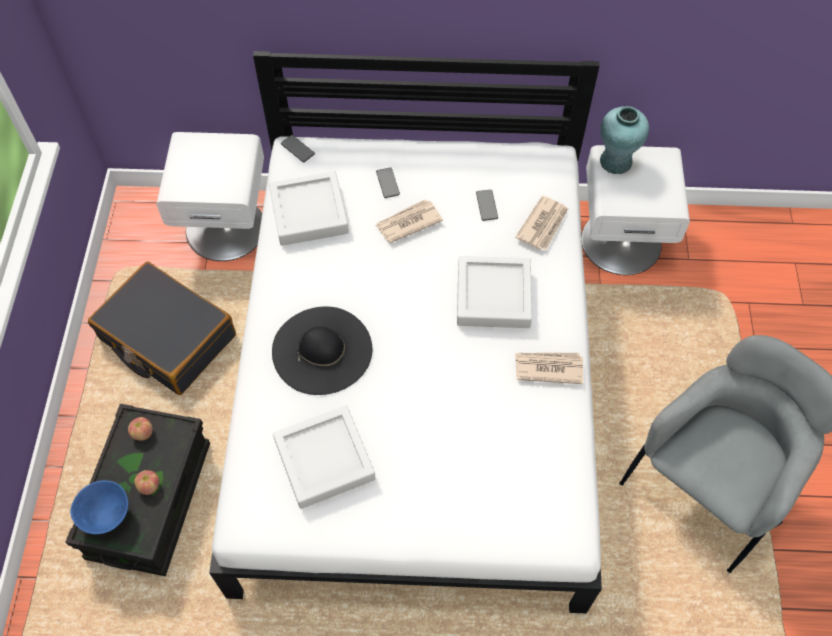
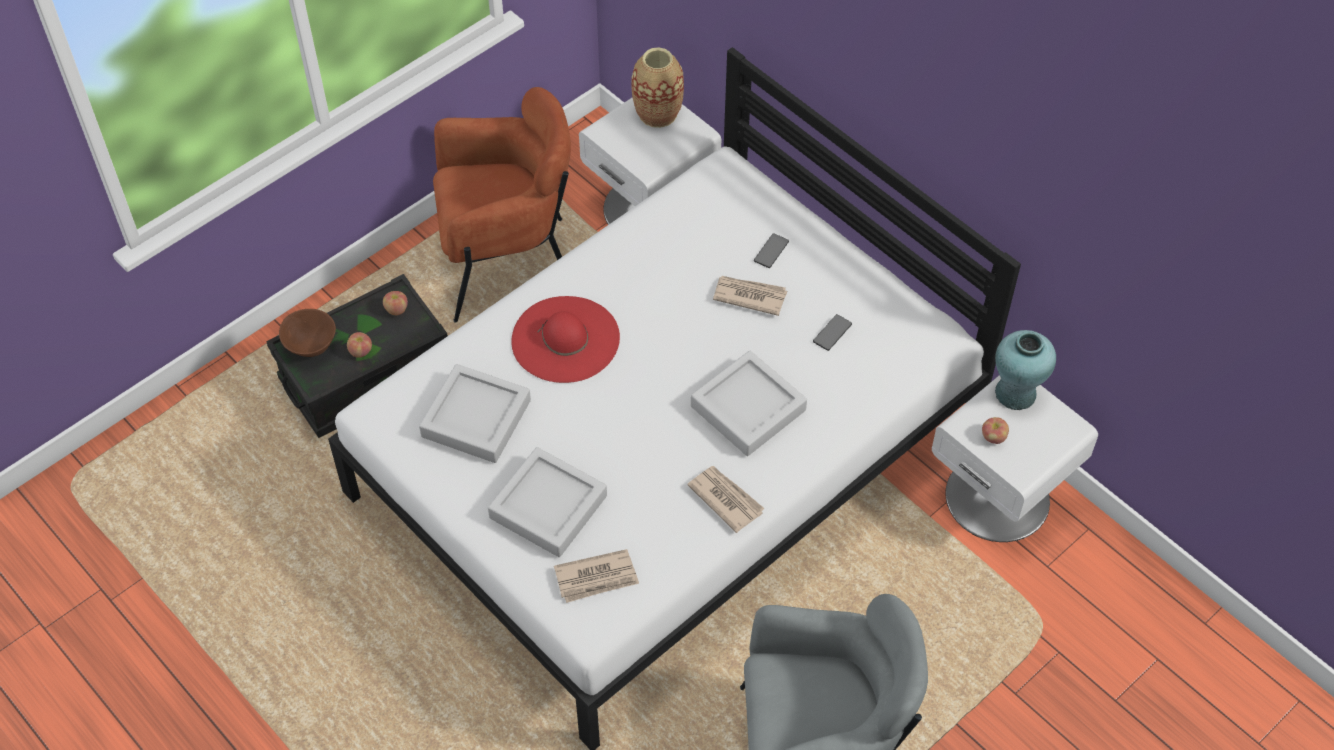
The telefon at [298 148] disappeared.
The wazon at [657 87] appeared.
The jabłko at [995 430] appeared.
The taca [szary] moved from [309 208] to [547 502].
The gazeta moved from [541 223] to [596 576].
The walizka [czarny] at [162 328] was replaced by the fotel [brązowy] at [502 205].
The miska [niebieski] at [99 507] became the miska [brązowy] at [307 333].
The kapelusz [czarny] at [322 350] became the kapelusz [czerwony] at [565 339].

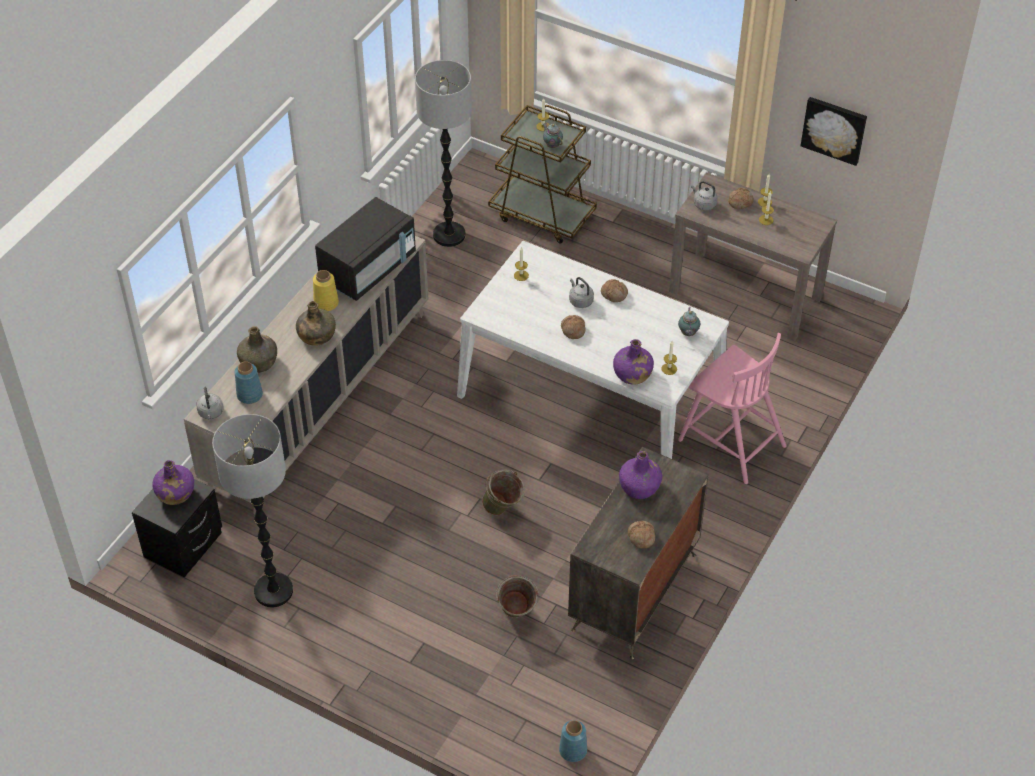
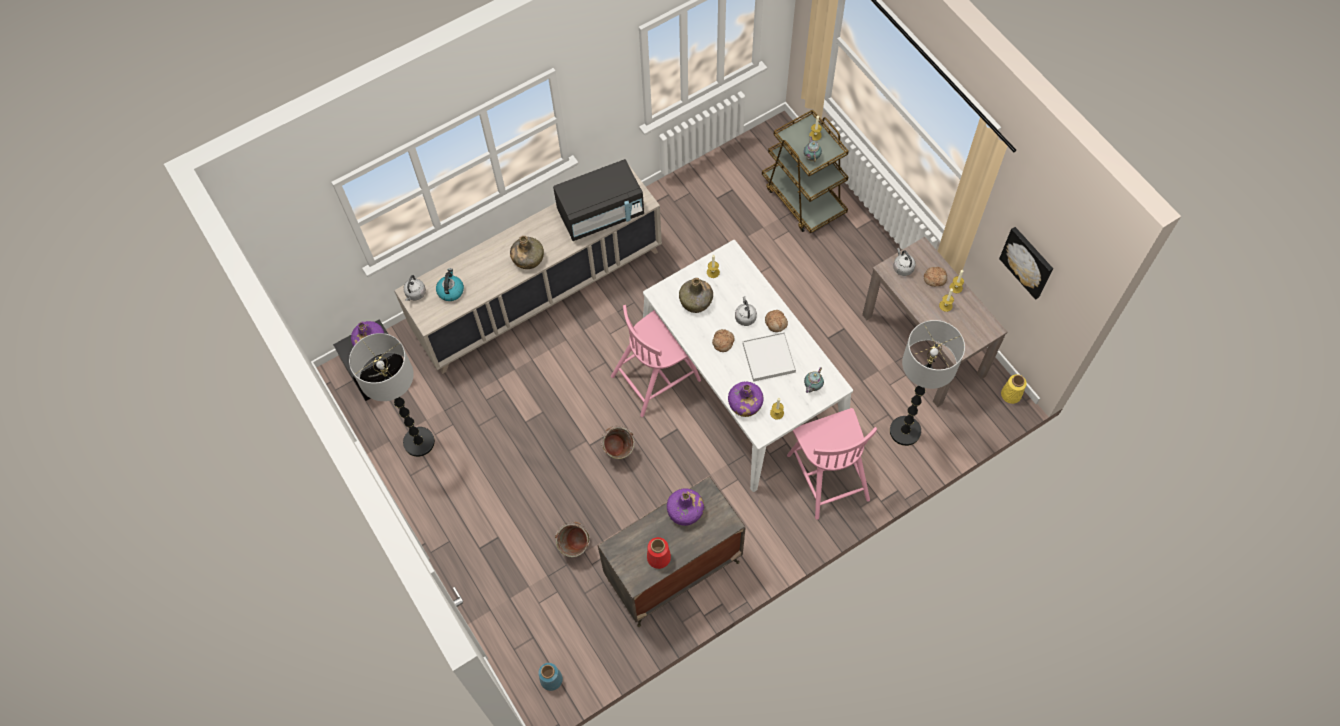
The krzesło [różowy] at [656 361] appeared.
The taca [biały] at [769 357] appeared.
The butelka [zielony] moved from [257 349] to [696 295].
The wazon [żółty] moved from [326 290] to [1014 389].
The lampa stojąca moved from [443 153] to [927 383].
The wazon [niebieski] at [249 382] was replaced by the czajnik at [450 284].
The chleb at [641 535] was replaced by the wazon [czerwony] at [659 553].

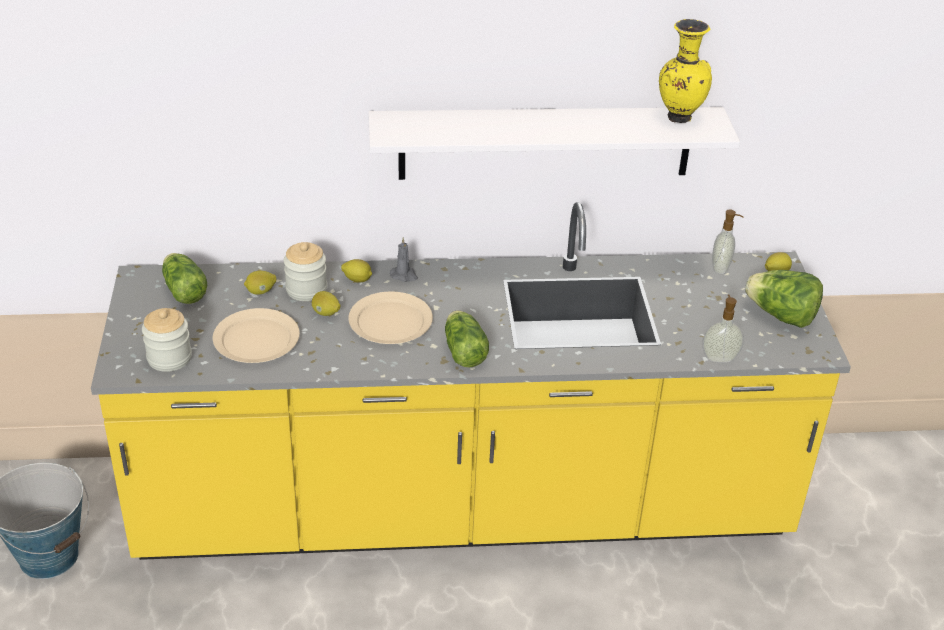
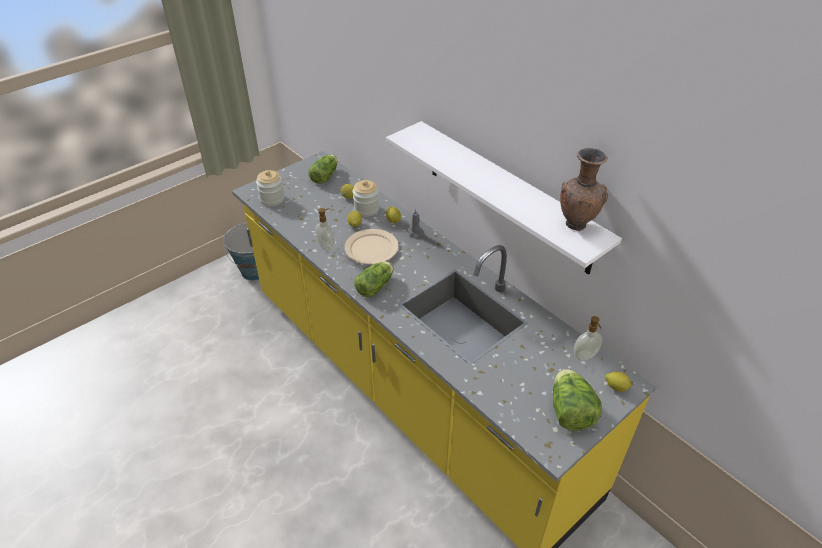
The talerz [beżowy] at [256 335] disappeared.
The dozownik mydła moved from [723 329] to [324 229].
The wazon [żółty] at [685 71] became the wazon [brązowy] at [584 189].

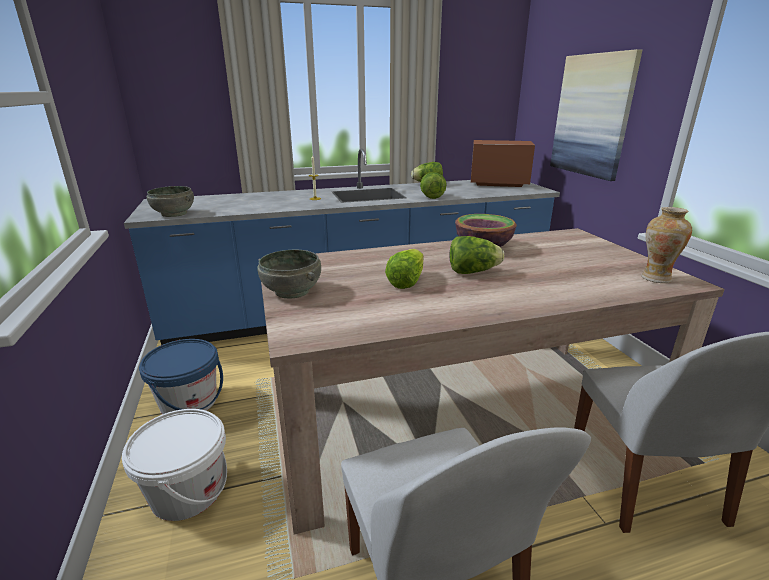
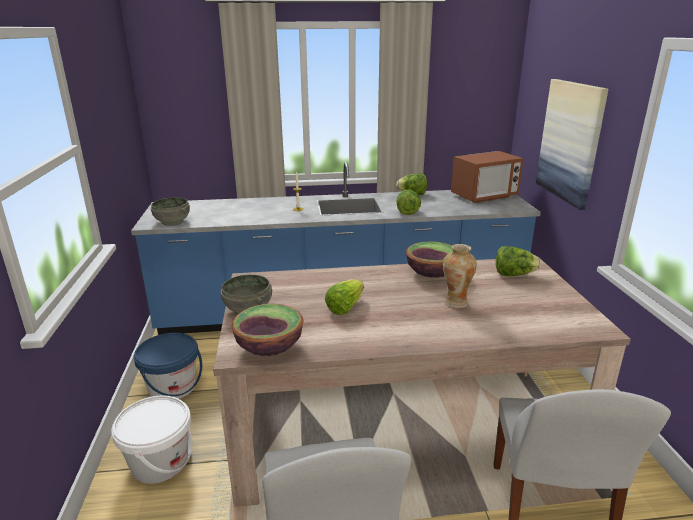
The miska at [267 330] appeared.
The sałata moved from [477 255] to [518 261].
The wazon moved from [666 245] to [460 276].
The mikrofalówka at [503 163] turned 135 degrees clockwise.

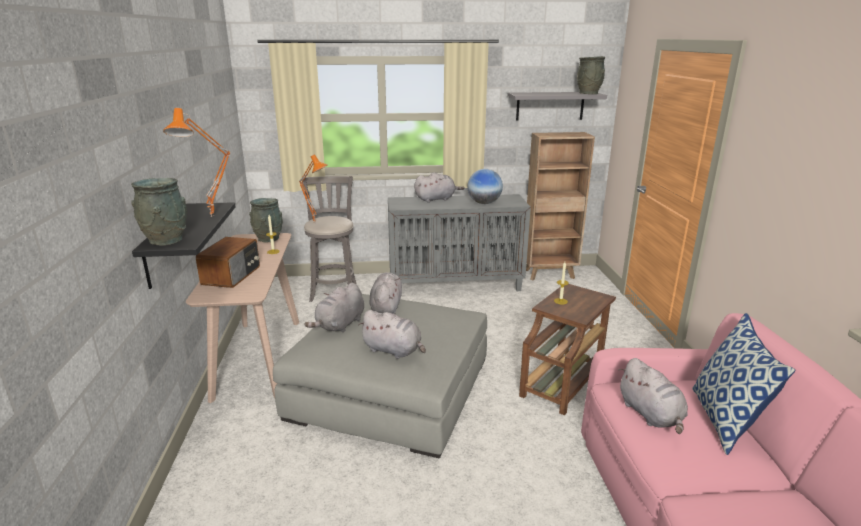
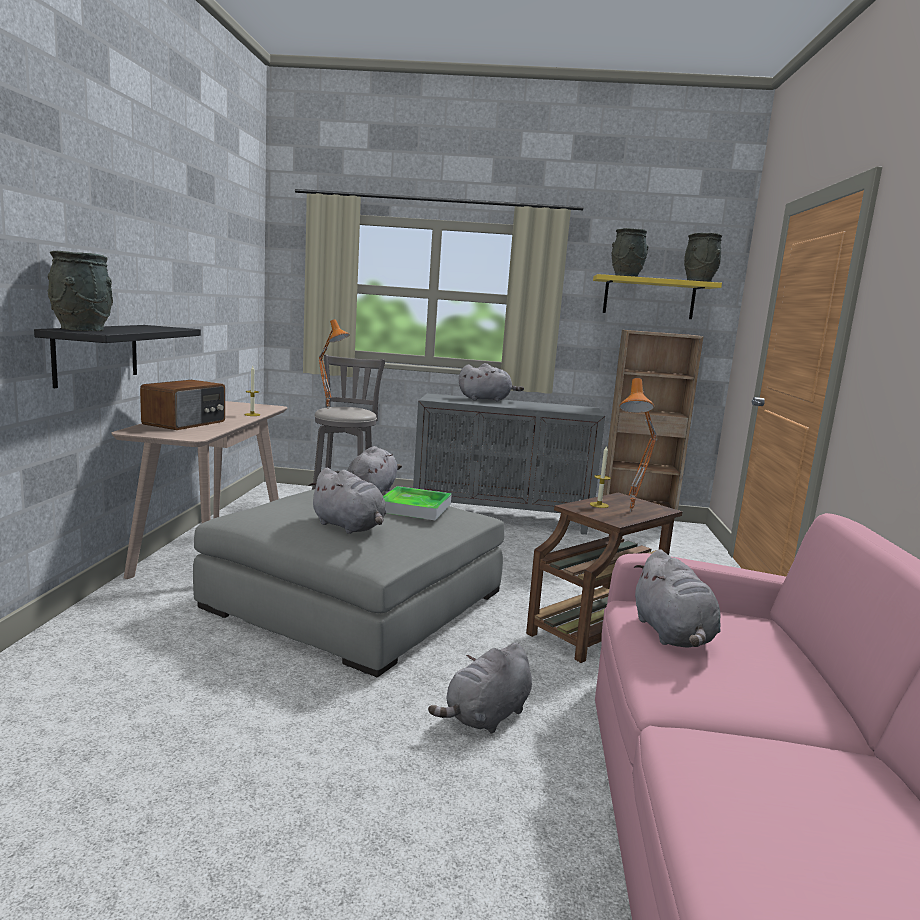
The globus at [485 186] disappeared.
The poduszka at [743 384] disappeared.
The taca at [417 503] appeared.
The lampa stołowa [pomarańczowy] moved from [197 162] to [638 445].
The wazon [szary] moved from [266 220] to [630 252].
The pluszak [szary] moved from [334 308] to [480 688].
The półka [szary] at [557 106] became the półka [żółty] at [657 296].

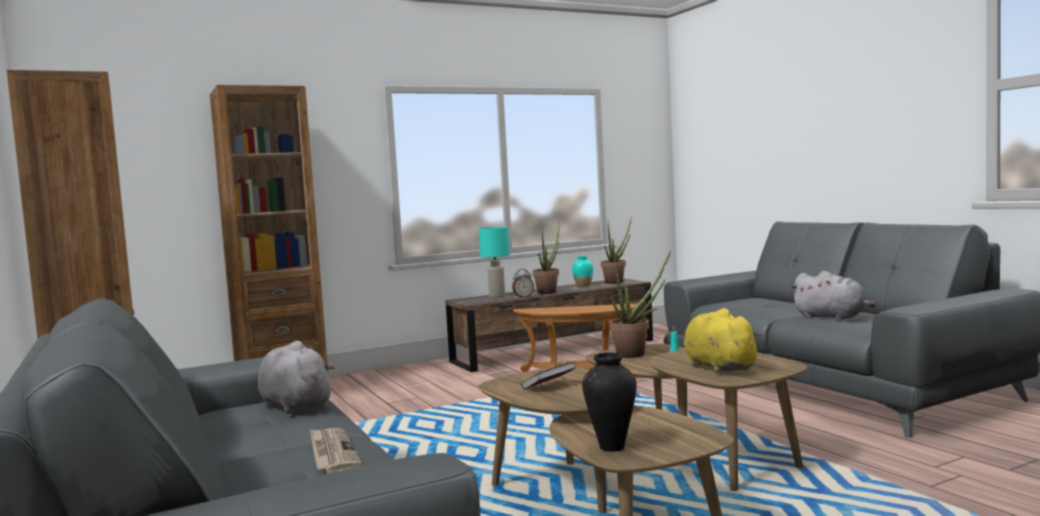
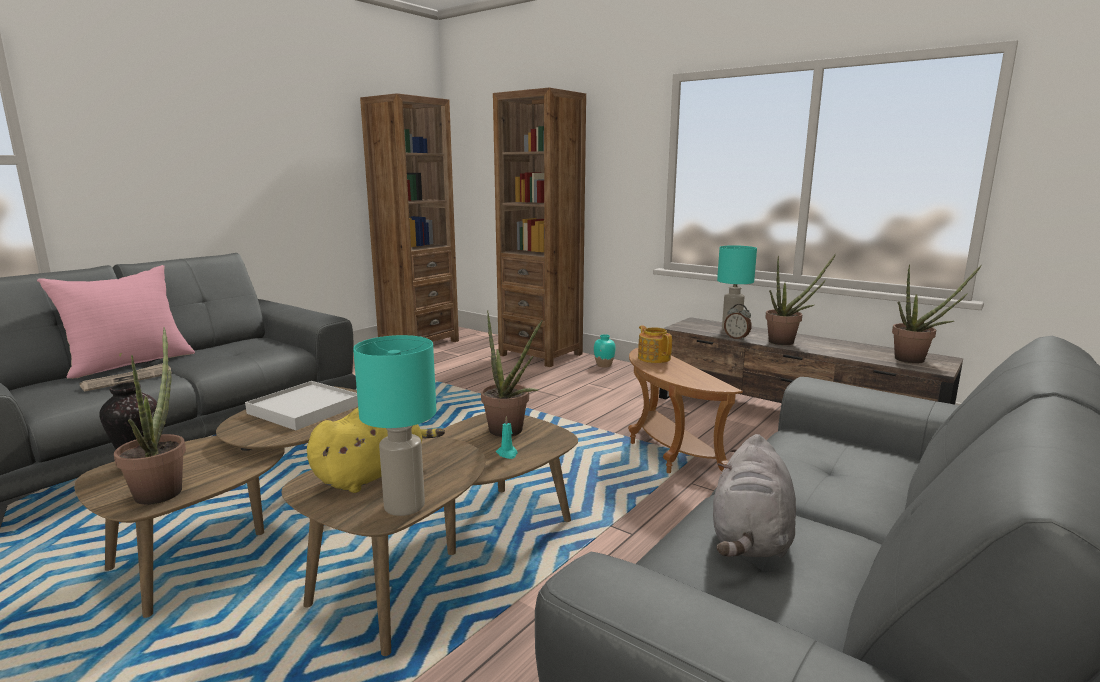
The pluszak [szary] at [296 377] disappeared.
The poduszka [różowy] at [116 322] appeared.
The roślina doniczkowa at [150 416] appeared.
The lampa stołowa [turkusowy] at [394 425] appeared.
The imbryk at [655 344] appeared.
The wazon [turkusowy] moved from [582 271] to [605 351].
The książka at [548 375] was replaced by the taca [biały] at [301 405].

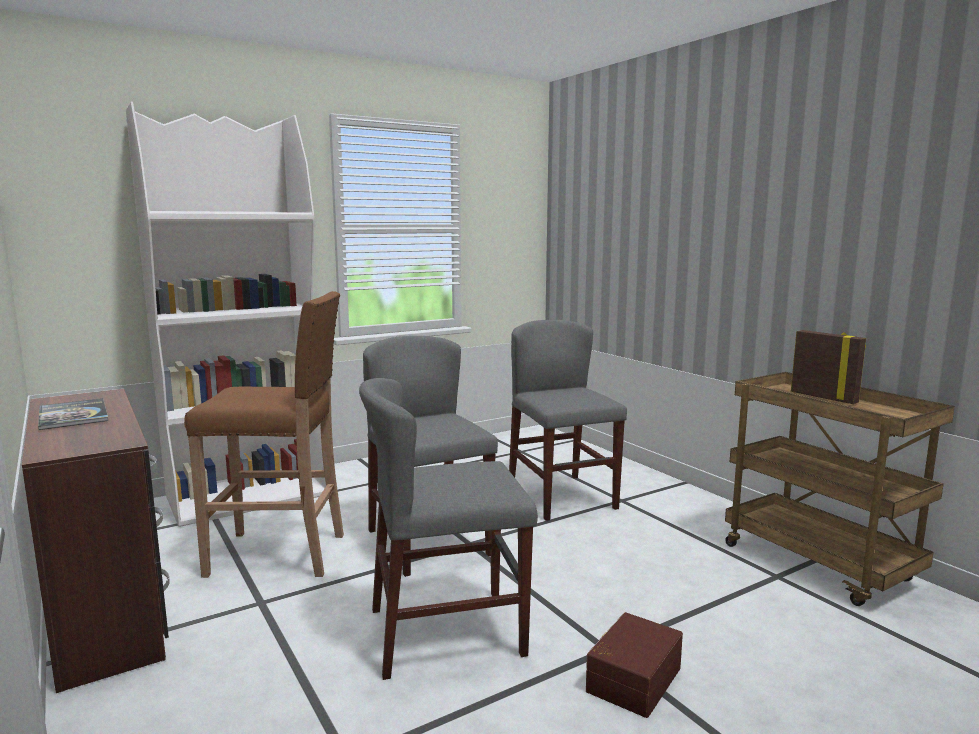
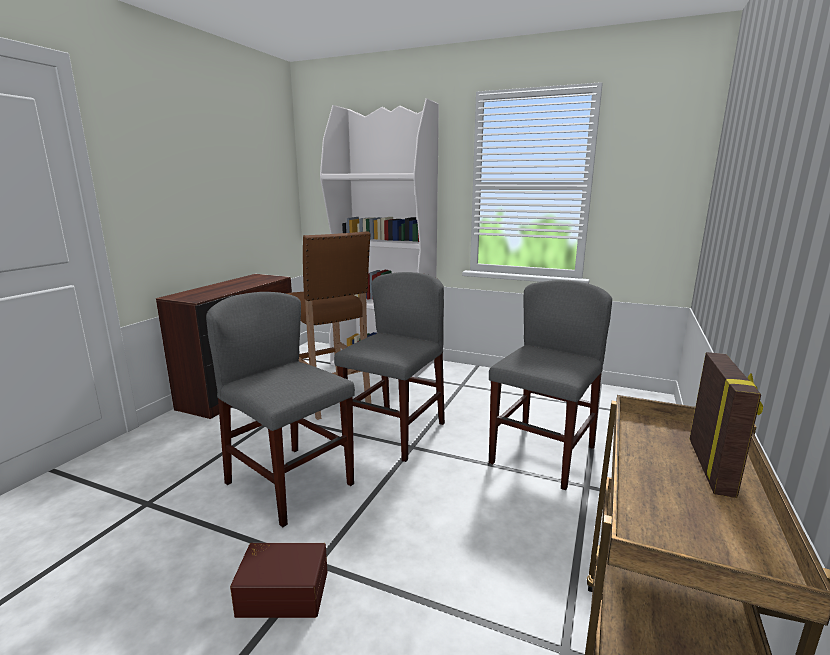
The książka at [73 414] disappeared.

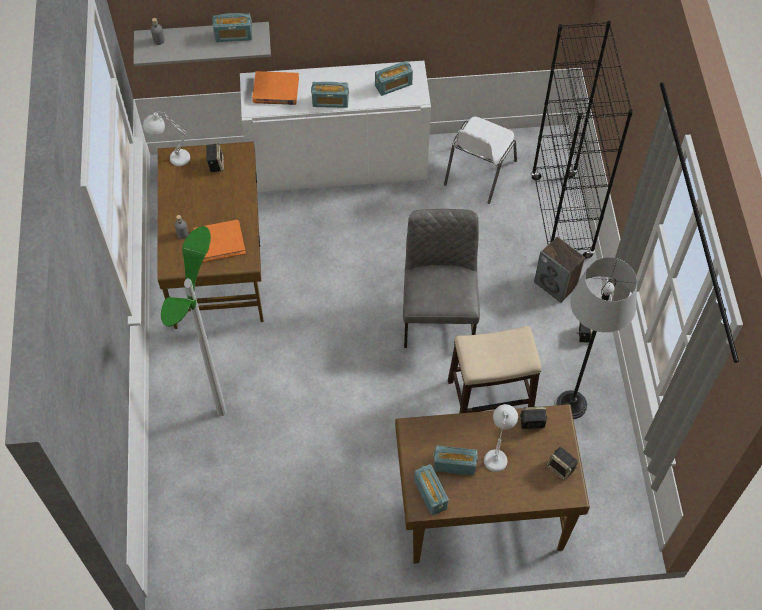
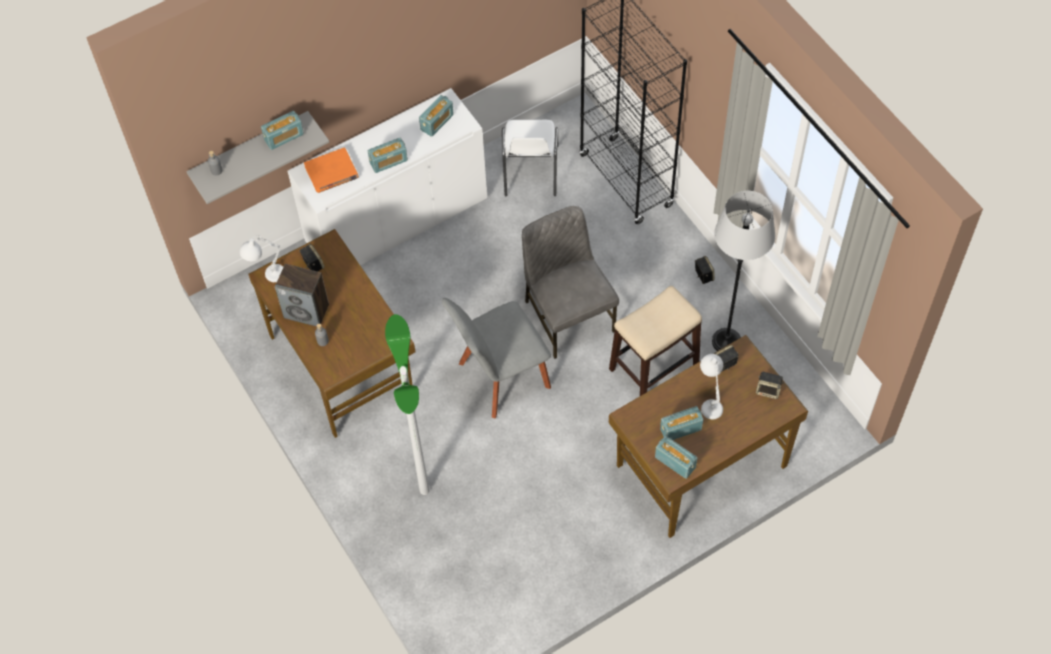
The książka [pomarańczowy] at [220 241] disappeared.
The krzesło [szary] at [496 358] appeared.
The głośnik moved from [559 270] to [302 295].

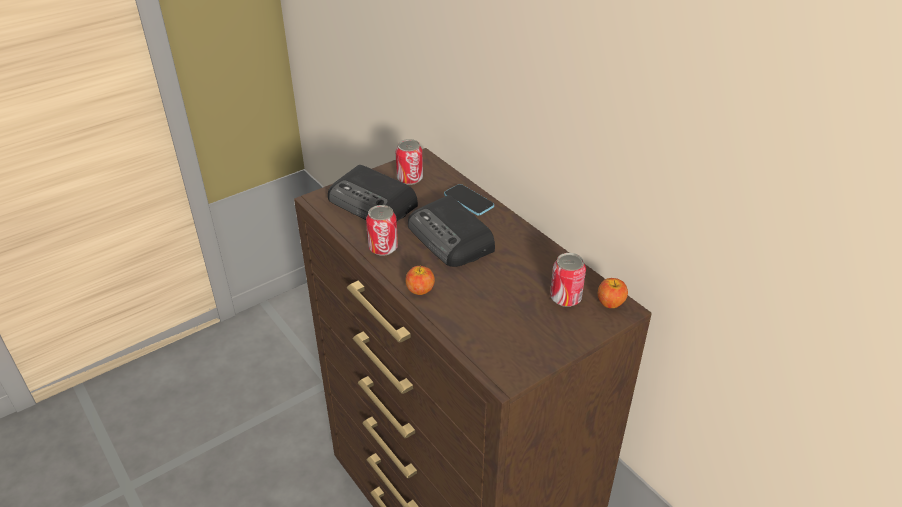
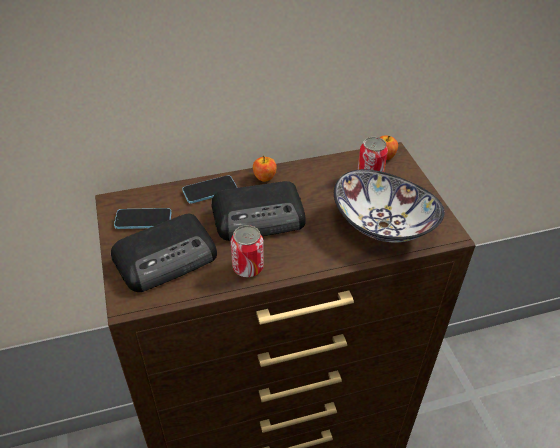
The miska at [389 206] appeared.
The jabłko moved from [420 280] to [265 169].
The puszka at [409 162] was replaced by the telefon at [143 218].

